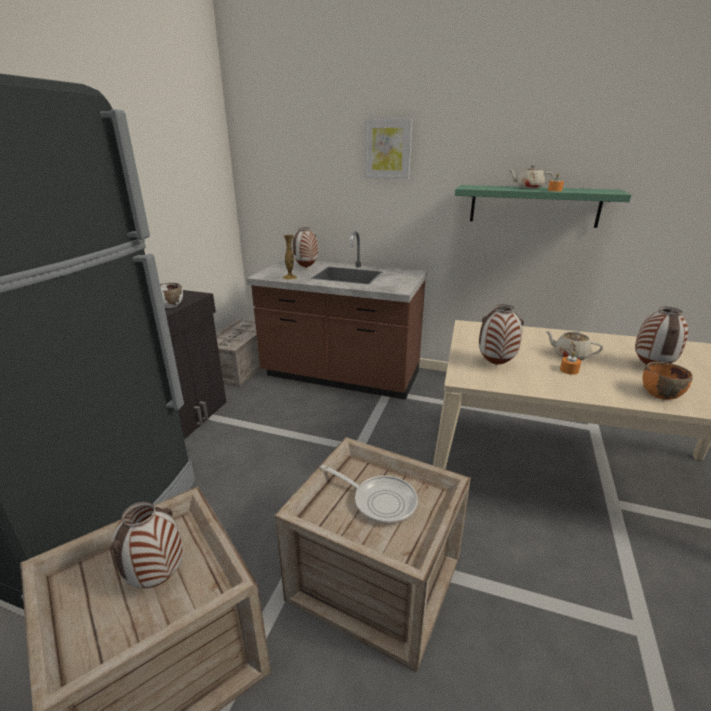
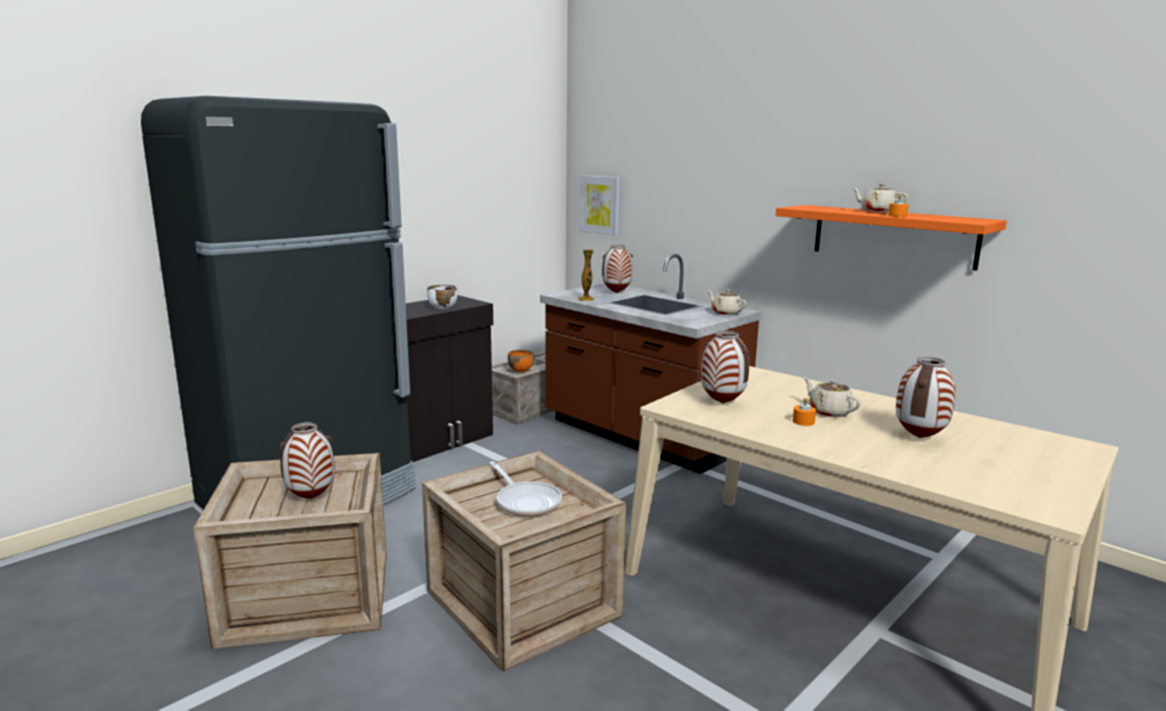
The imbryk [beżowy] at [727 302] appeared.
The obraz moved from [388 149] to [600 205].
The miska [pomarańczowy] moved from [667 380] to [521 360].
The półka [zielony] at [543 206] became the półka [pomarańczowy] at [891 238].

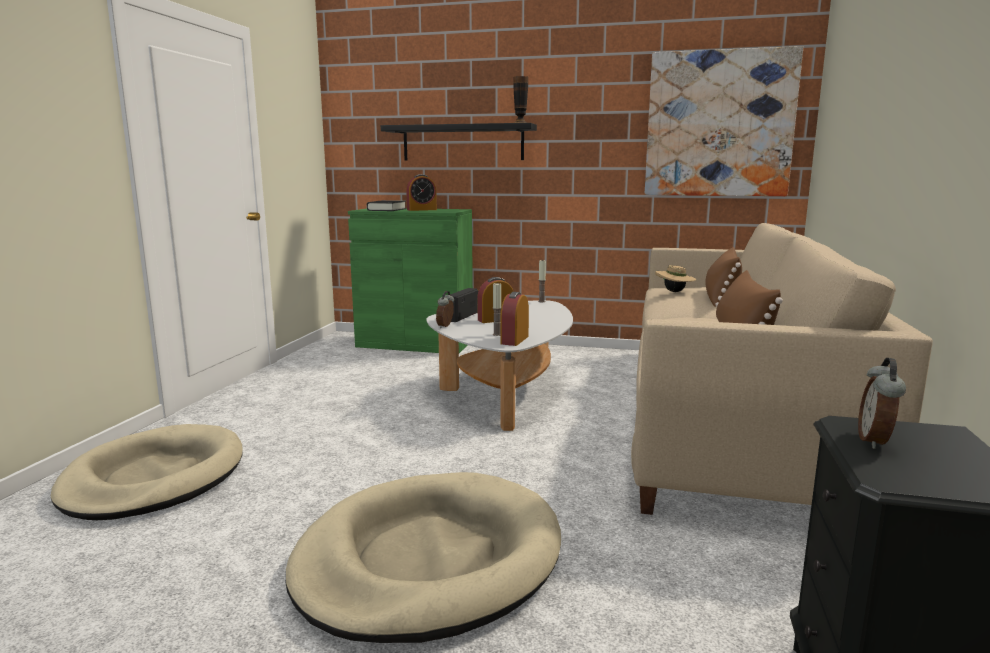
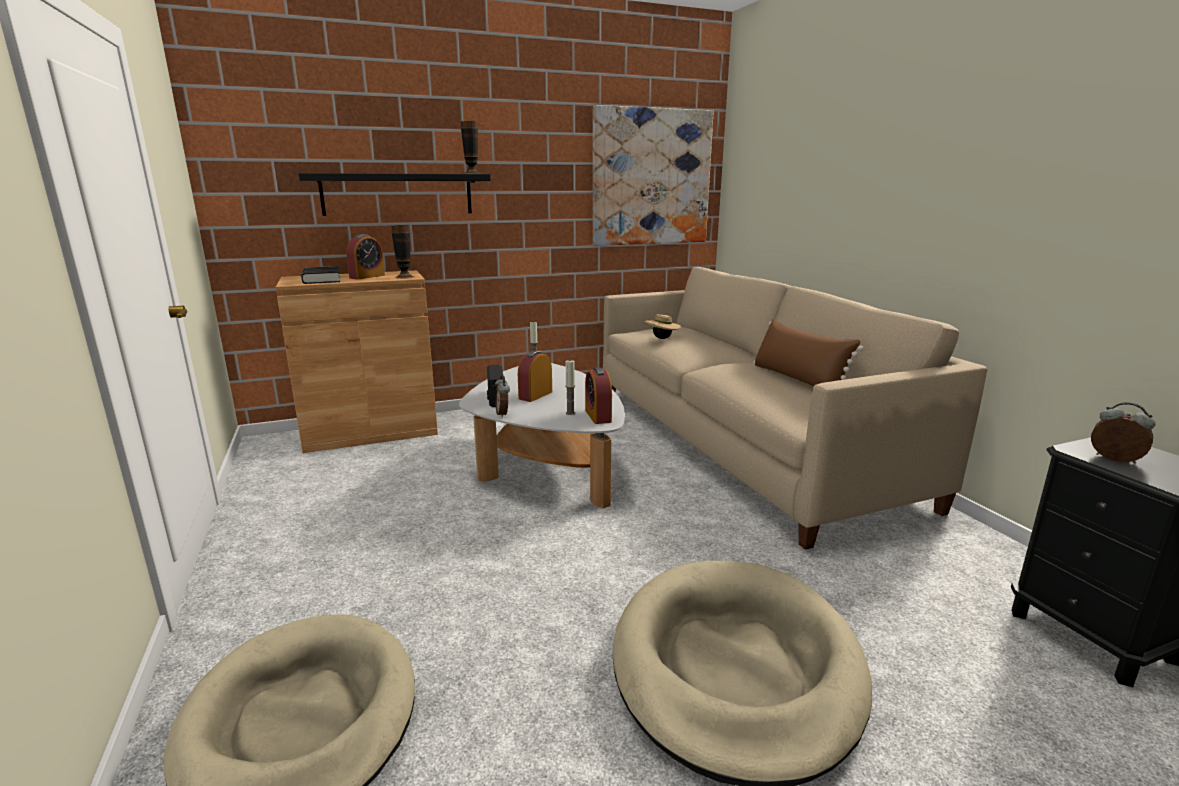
The poduszka [brązowy] at [723 277] disappeared.
The wazon at [402 252] appeared.
The szafka [zielony] at [410 280] became the szafka [brązowy] at [357 361].
The budzik at [882 403] turned 150 degrees clockwise.

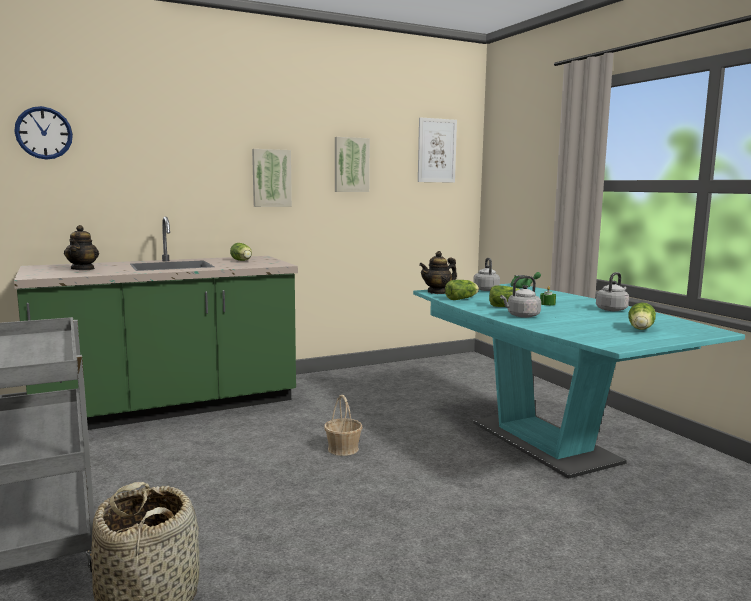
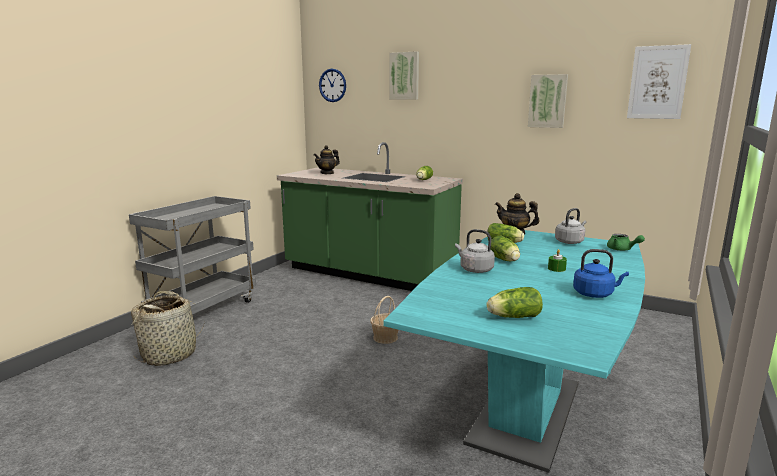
The obraz moved from [272 178] to [404 75].
The czajnik [szary] at [612 291] became the czajnik [niebieski] at [601 273].

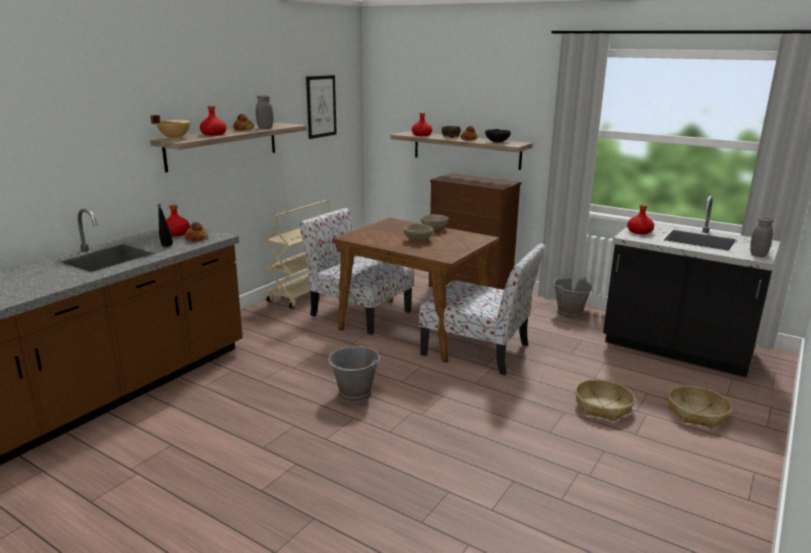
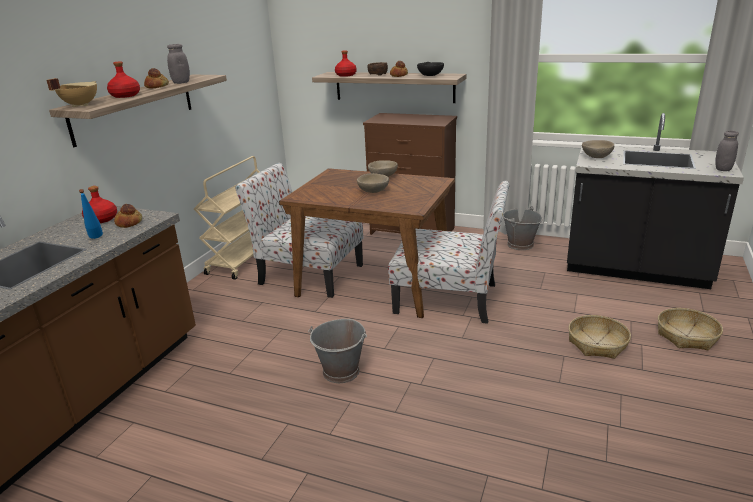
The obraz at [321 107] disappeared.
The butelka [czerwony] at [640 219] was replaced by the miska [beżowy] at [598 149].
The butelka [czarny] at [165 225] became the butelka [niebieski] at [91 214].

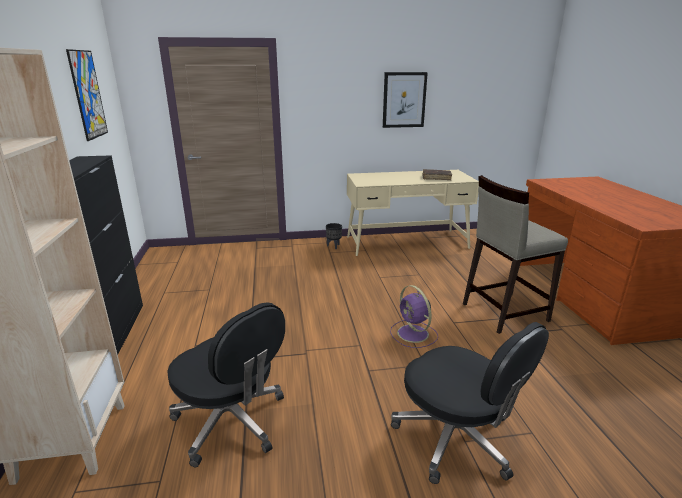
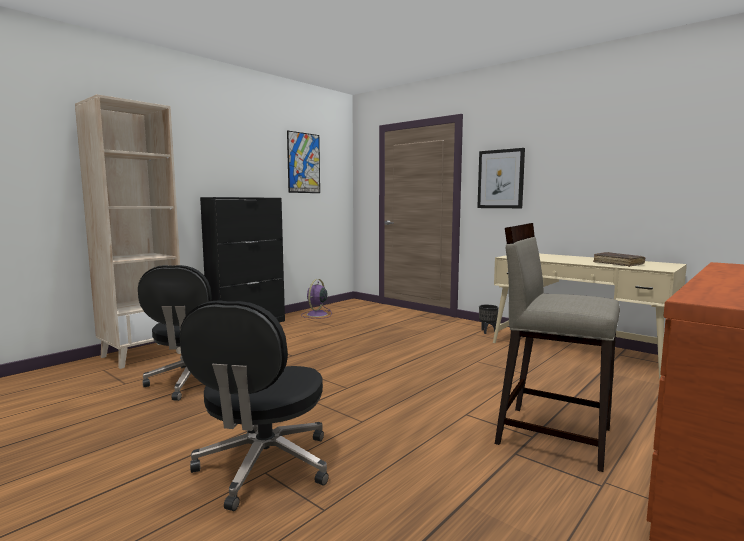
The obraz moved from [405 100] to [501 178].
The wentylator [fioletowy] moved from [414 316] to [316 298].

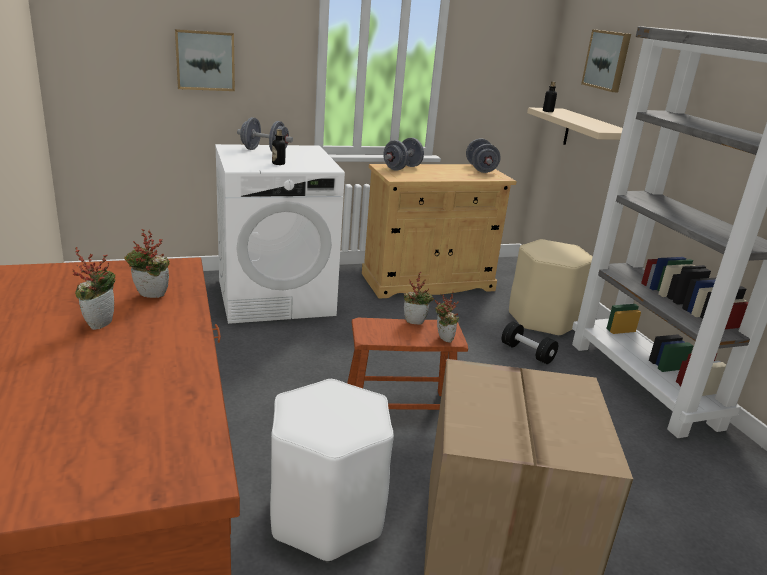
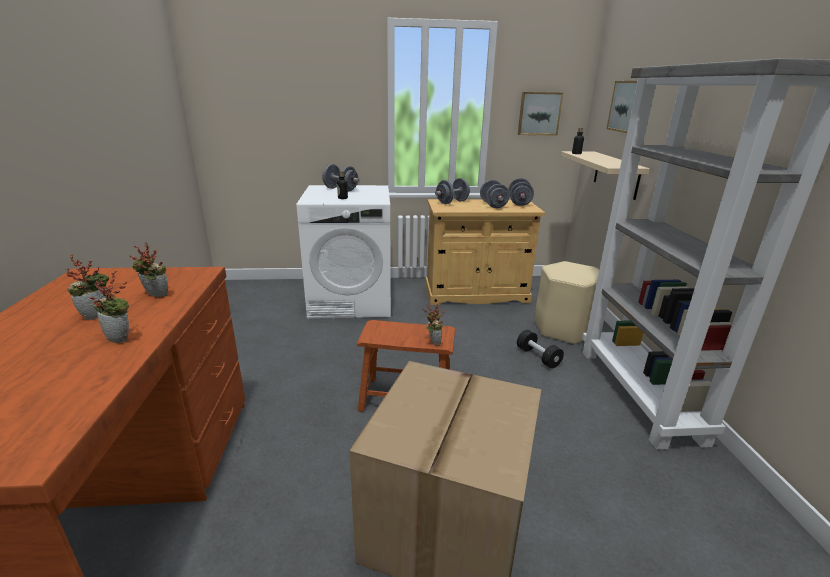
The stołek [biały] at [332 471] disappeared.
The hantel [szary] at [495 194] appeared.
The obraz moved from [205 60] to [540 113].
The roślina doniczkowa moved from [419 298] to [110 306].

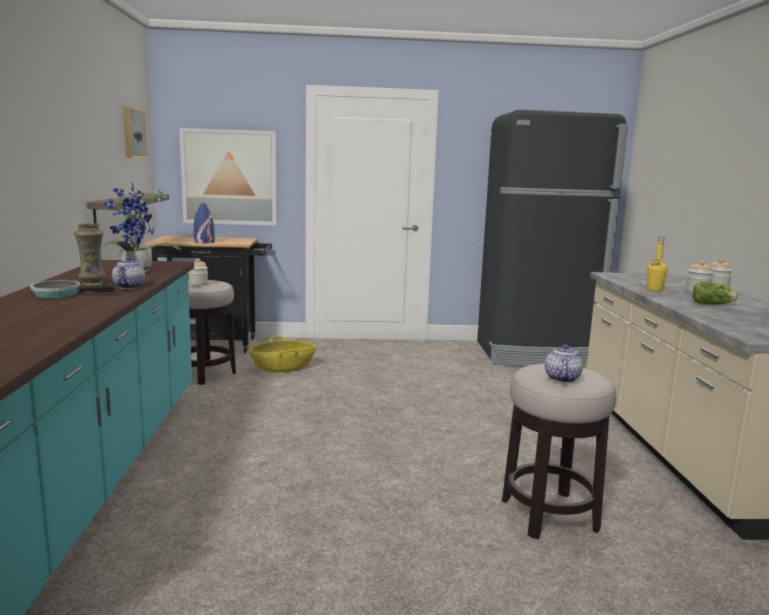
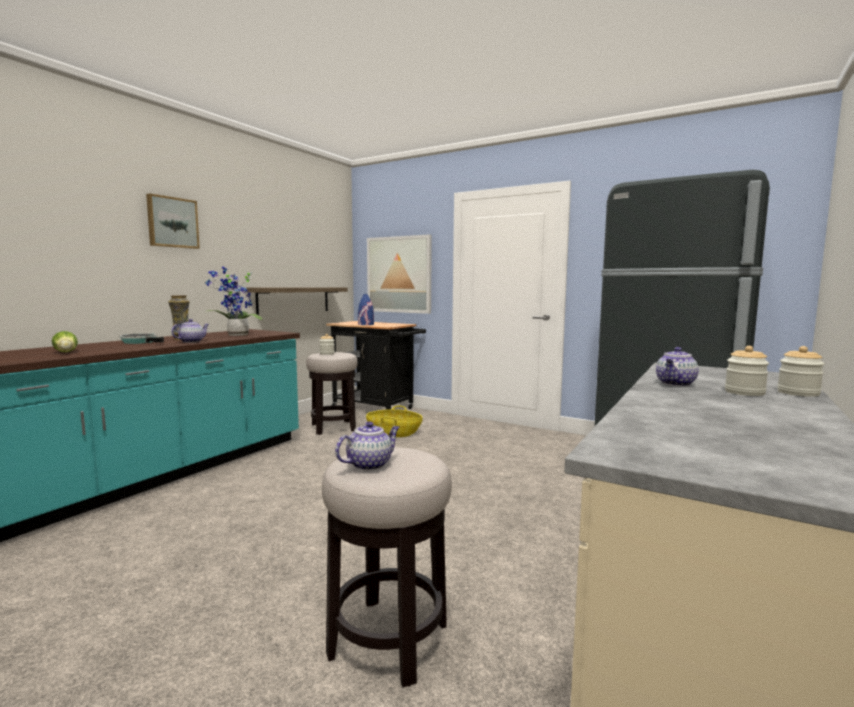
The obraz moved from [135 132] to [173 221].
The sałata moved from [715 293] to [64 341].
The butelka [żółty] at [657 264] was replaced by the imbryk at [677 366].

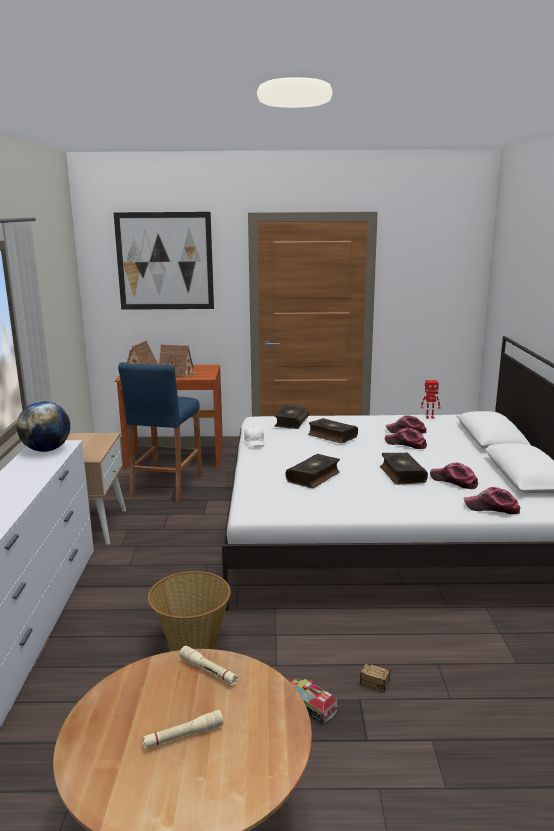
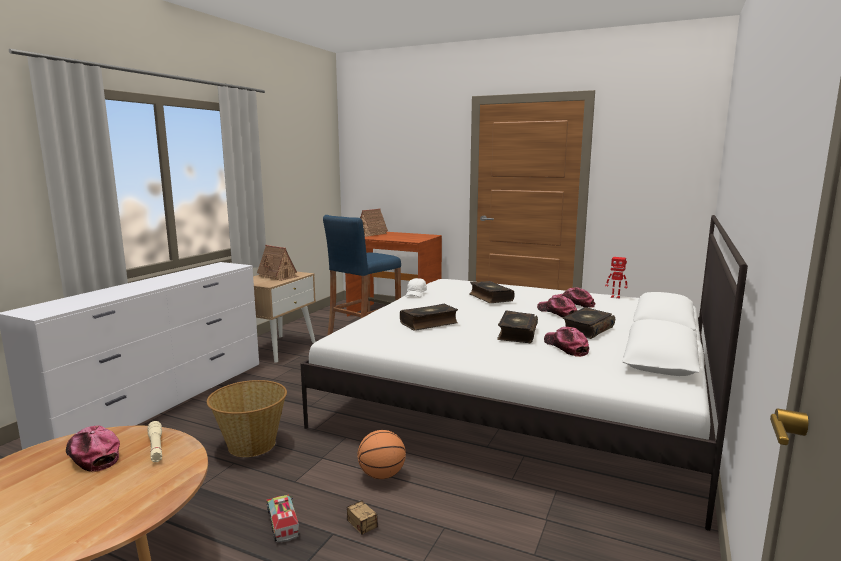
The globus at [43 426] disappeared.
The obraz at [163 261] disappeared.
The latarka [beżowy] at [182 729] disappeared.
The piłka do koszykówki at [382 454] appeared.
The domek moved from [178 360] to [278 263].
The książka moved from [291 416] to [589 323].
The czapka z daszkiem moved from [492 500] to [93 449].

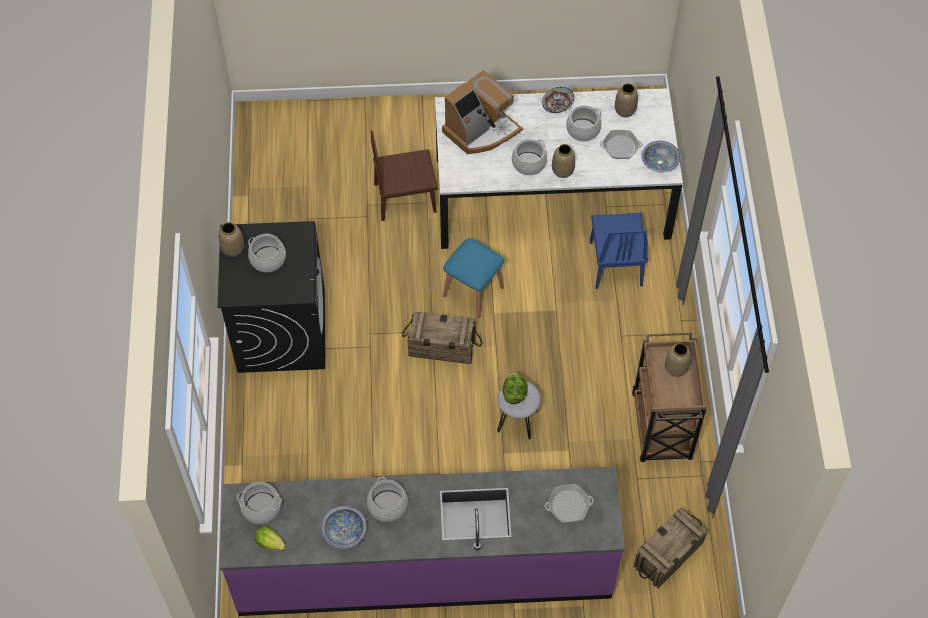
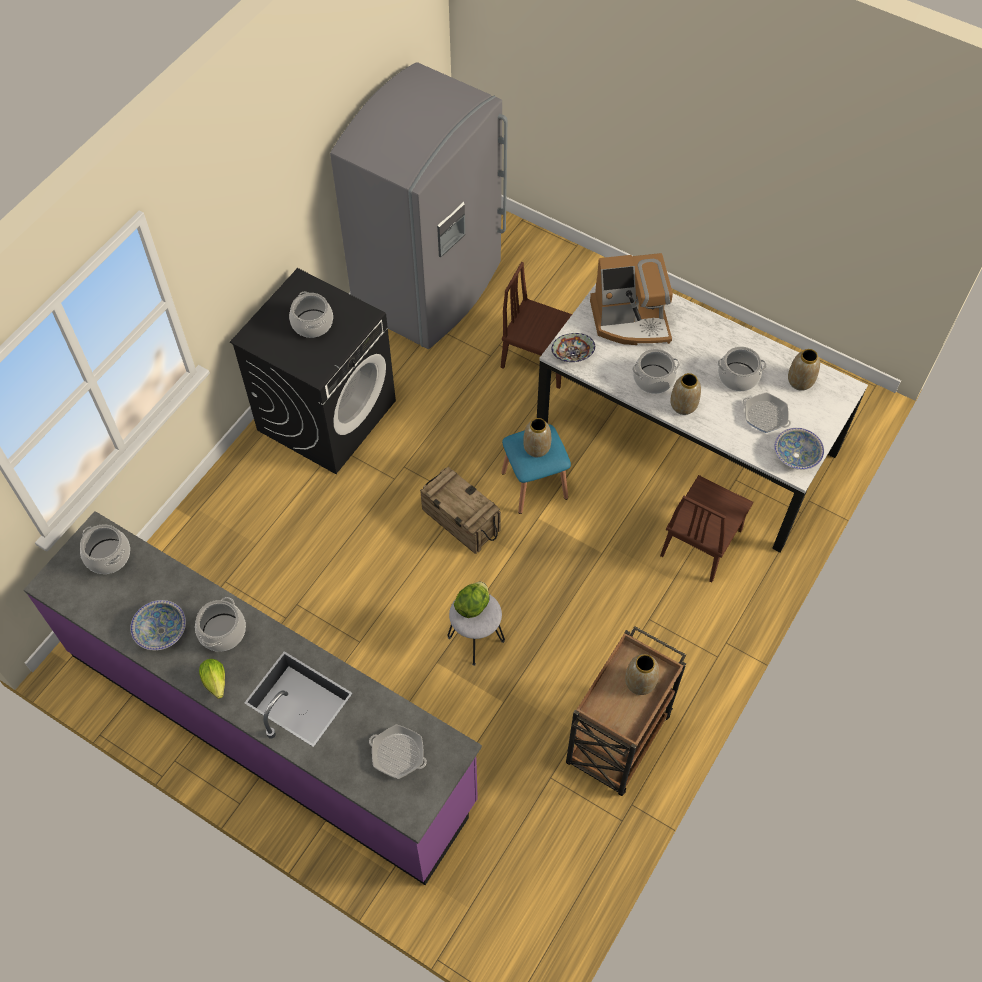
The skrzynka at [670 547] disappeared.
The lodówka [szary] at [419 205] appeared.
The wazon moved from [231 239] to [537 437].
The sałata moved from [270 539] to [212 679].
The miska moved from [558 100] to [573 347].
The krzesło [niebieski] at [619 251] became the krzesło [brązowy] at [706 528].

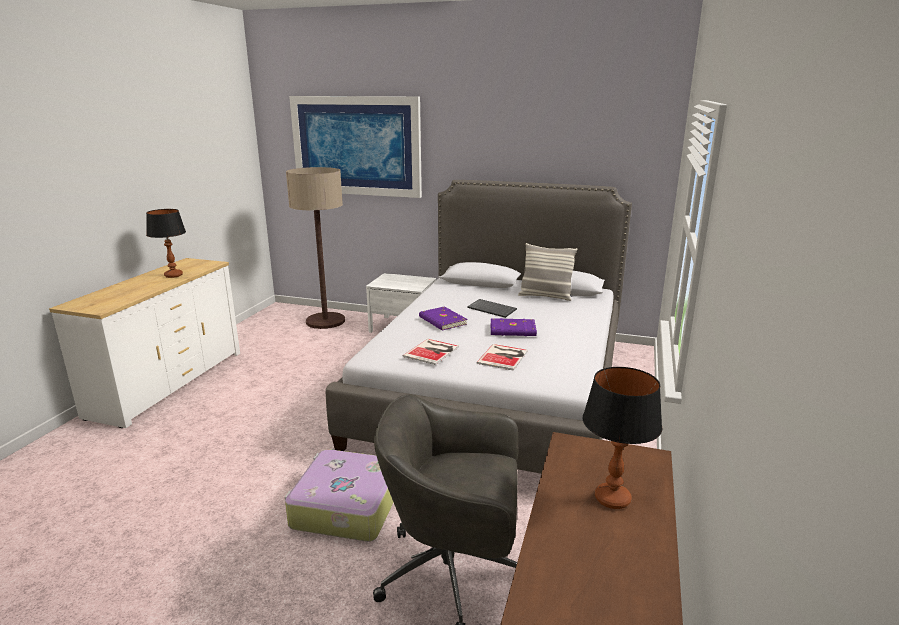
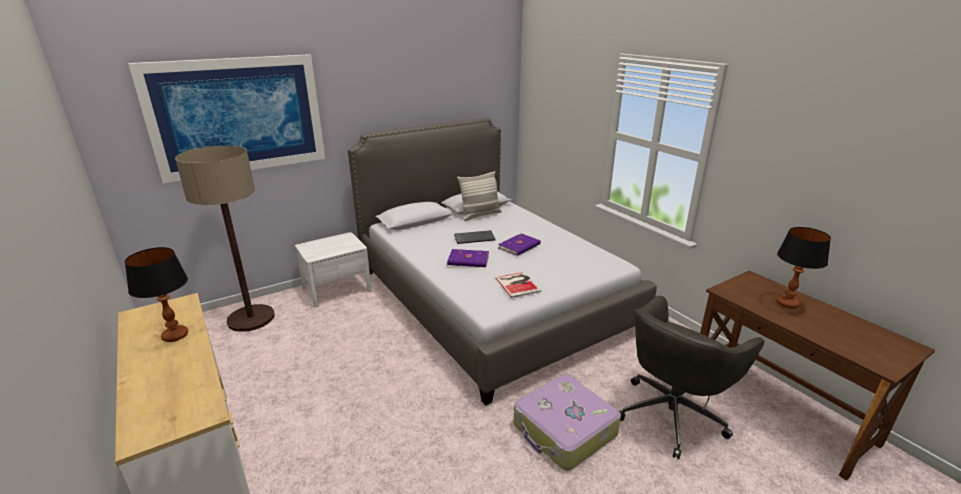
The książka at [502 357] disappeared.

